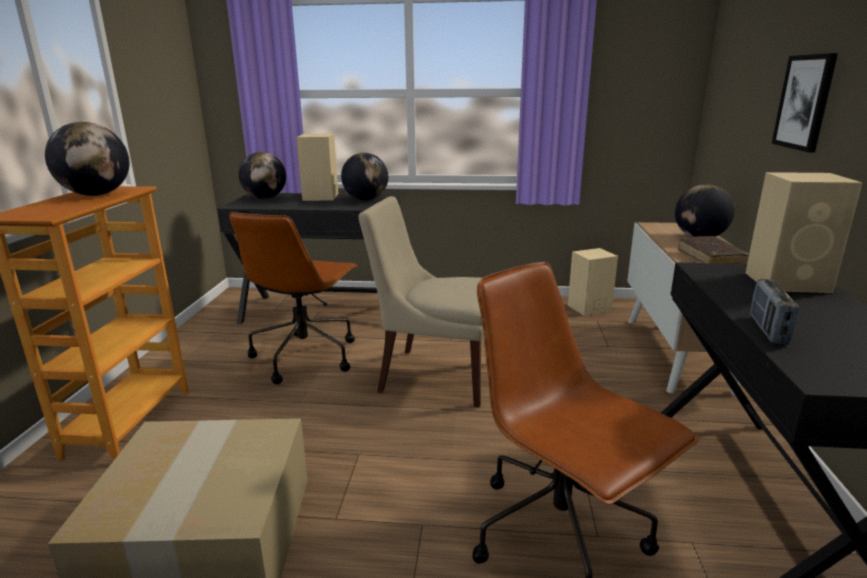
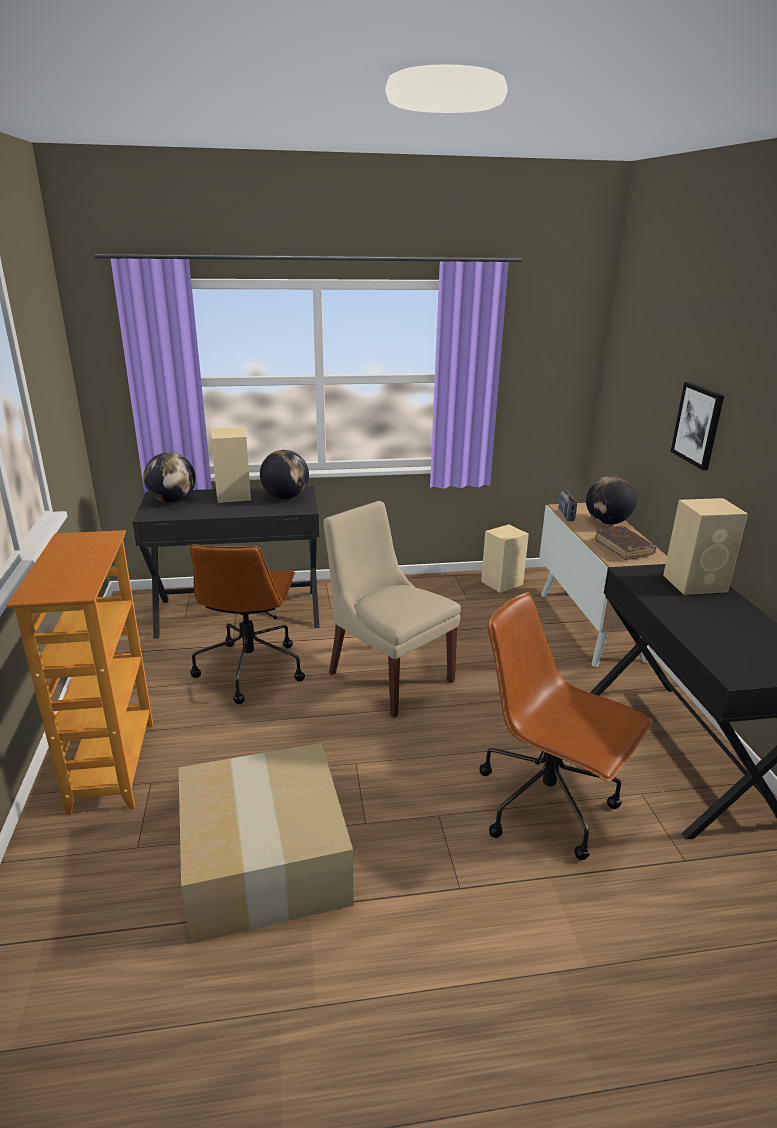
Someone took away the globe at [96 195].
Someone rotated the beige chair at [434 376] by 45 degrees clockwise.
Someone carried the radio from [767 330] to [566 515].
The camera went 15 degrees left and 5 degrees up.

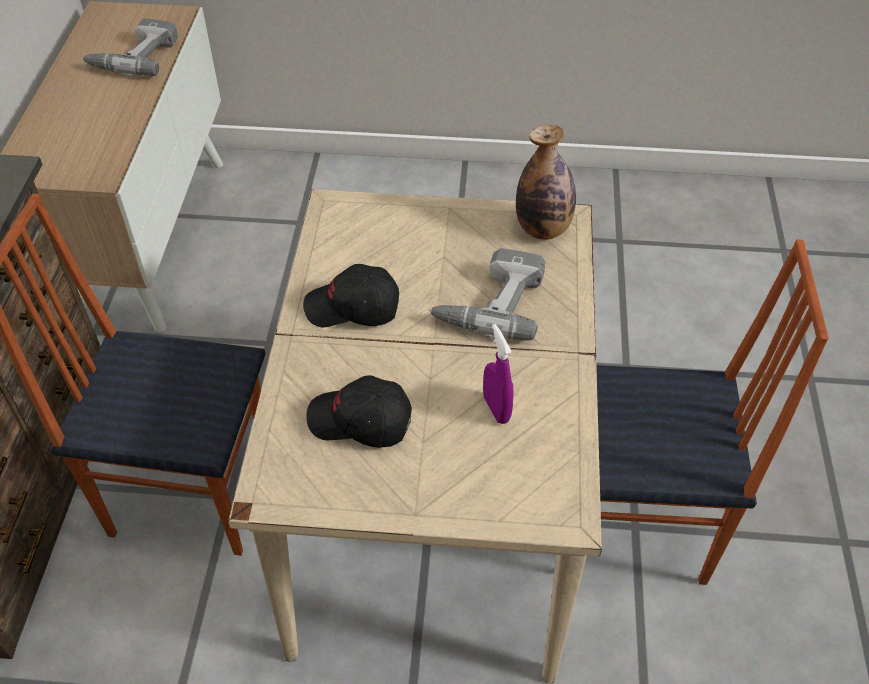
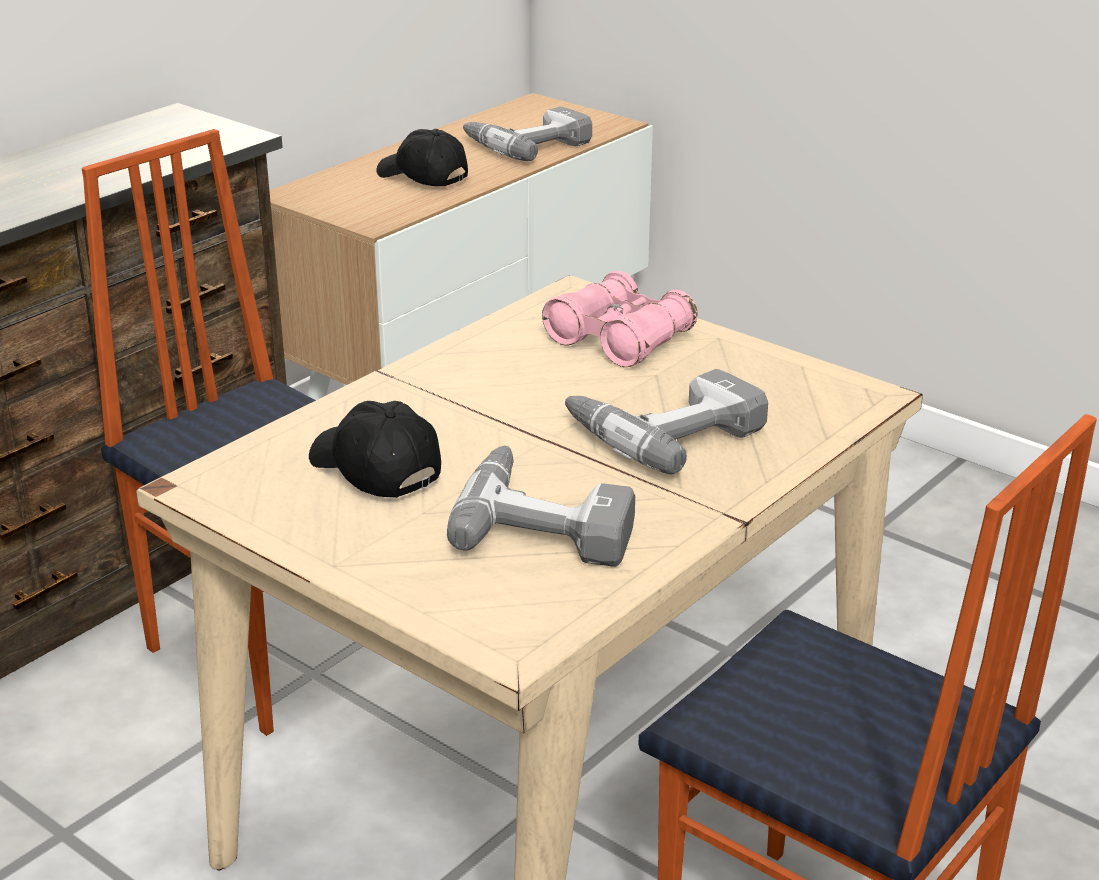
Someone took away the bottle at [543 229].
Someone carried the black cap from [353 309] to [422 177].
Someone swapped the purple spray bottle at [496 409] for the power drill at [548 520].
Someone put down the pink binoculars at [619 339].
The camera went 35 degrees right and 20 degrees down.

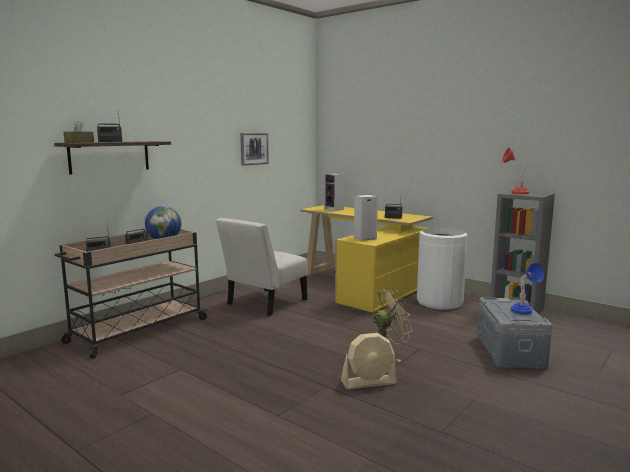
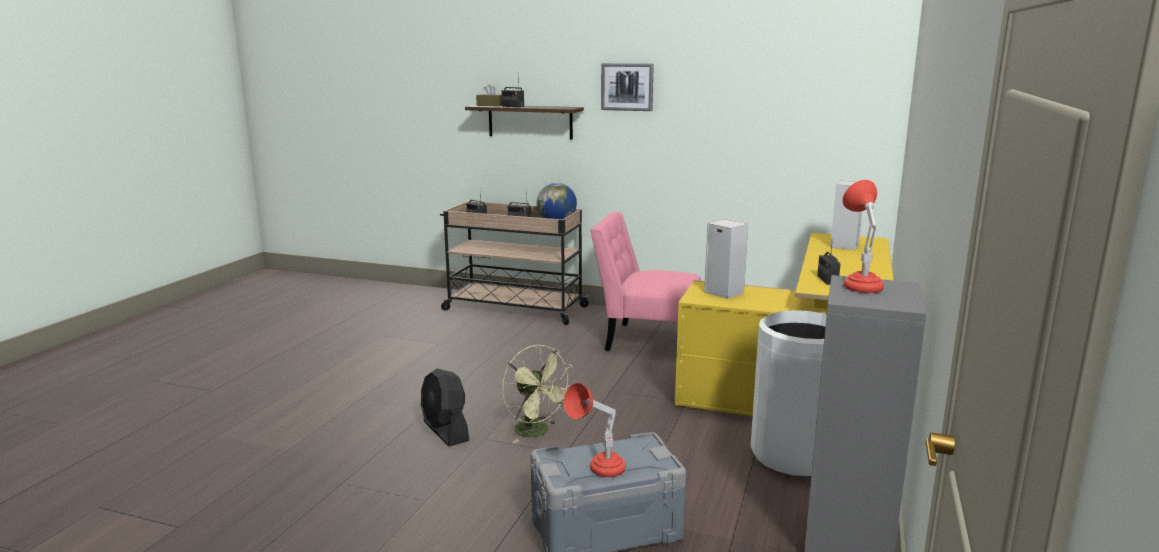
Someone carried the picture from [254 148] to [627 87].
Someone repainted the white chair at [264 303], which became the pink chair at [646 340].
Someone repainted the blue table lamp at [524 313], which became the red table lamp at [598 471].
Someone repainted the beige fan at [369 382], which became the black fan at [445 431].
The camera went 70 degrees right and 5 degrees up.

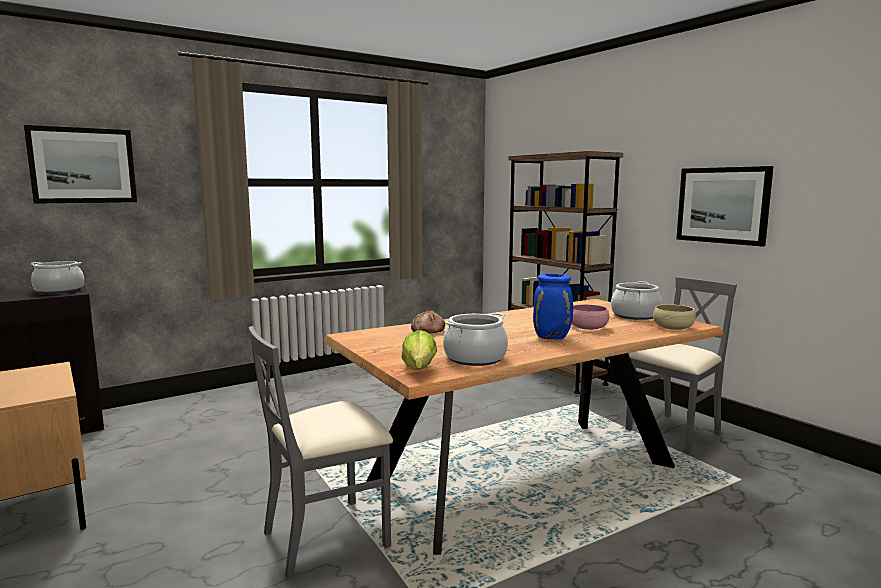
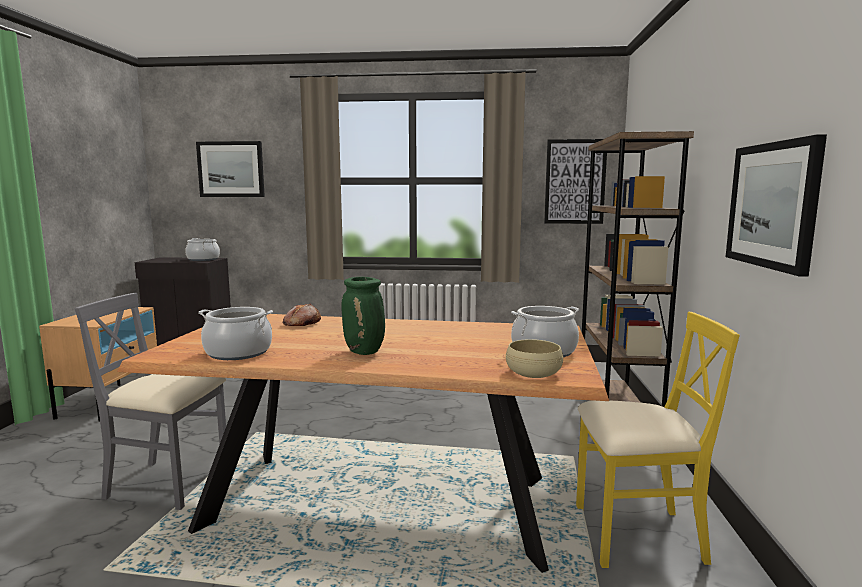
Someone repainted the blue vase at [552 337], which became the green vase at [365 352].
Someone repainted the grey chair at [674 432], which became the yellow chair at [636 535].
Someone took away the pink bowl at [588 327].
Someone took away the lettuce at [418 372].
Someone put up the picture at [575 182].
The camera went 40 degrees right and 0 degrees up.

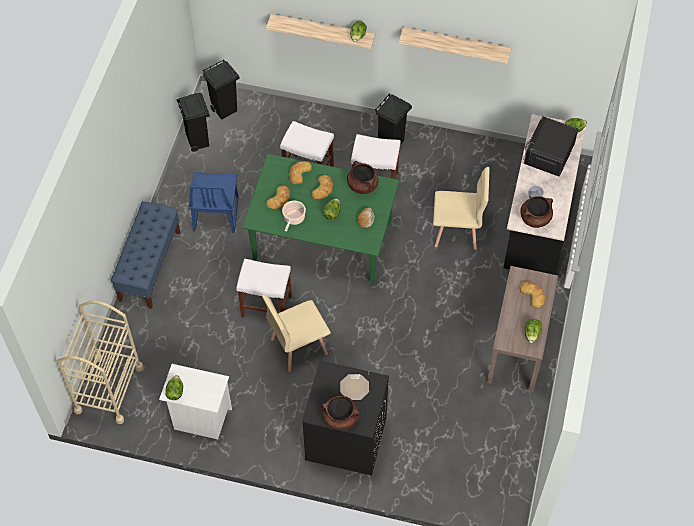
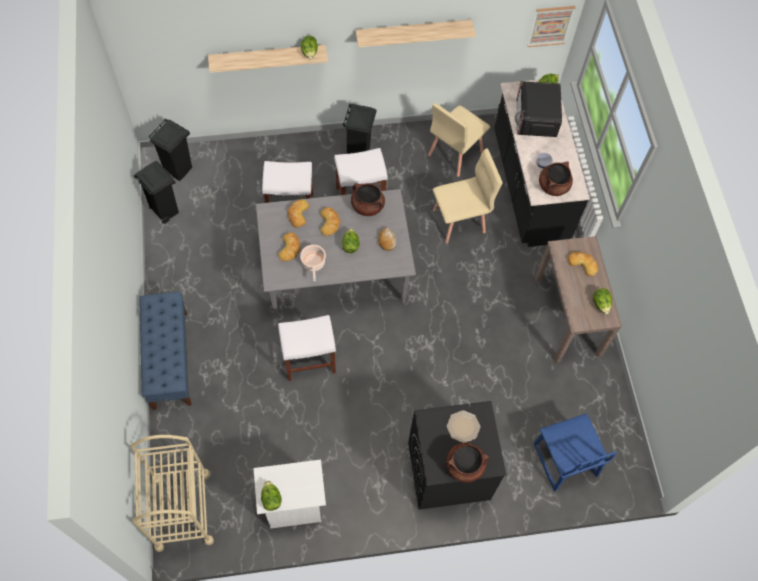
Someone repainted the green dining table at [323 240], which became the grey dining table at [336 273].
Someone carried the blue chair from [215 214] to [564 460].
Someone carried the beige chair from [298 346] to [455 153].
Someone put up the picture at [550 26].
The camera went 25 degrees left and 5 degrees up.

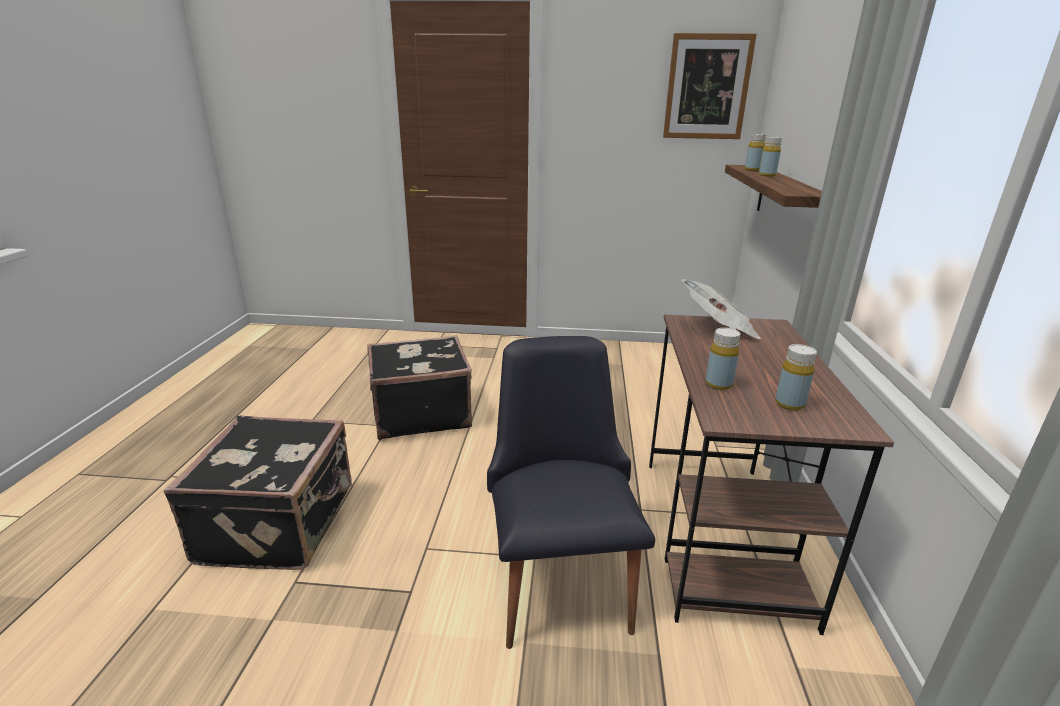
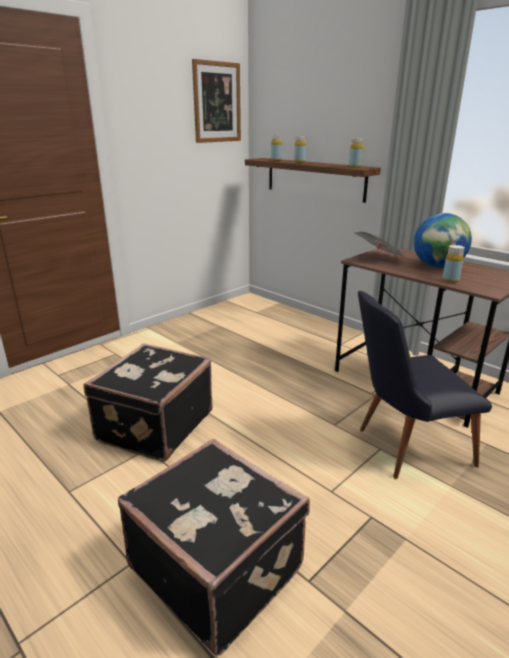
Someone rotated the black chair at [559 574] by 45 degrees counterclockwise.
Someone carried the yellow bottle from [789 404] to [355 167].
Someone put down the globe at [437 267].
The camera went 50 degrees left and 0 degrees up.

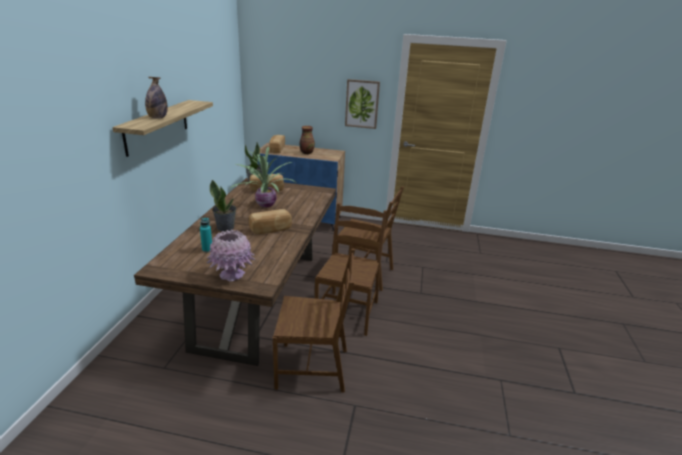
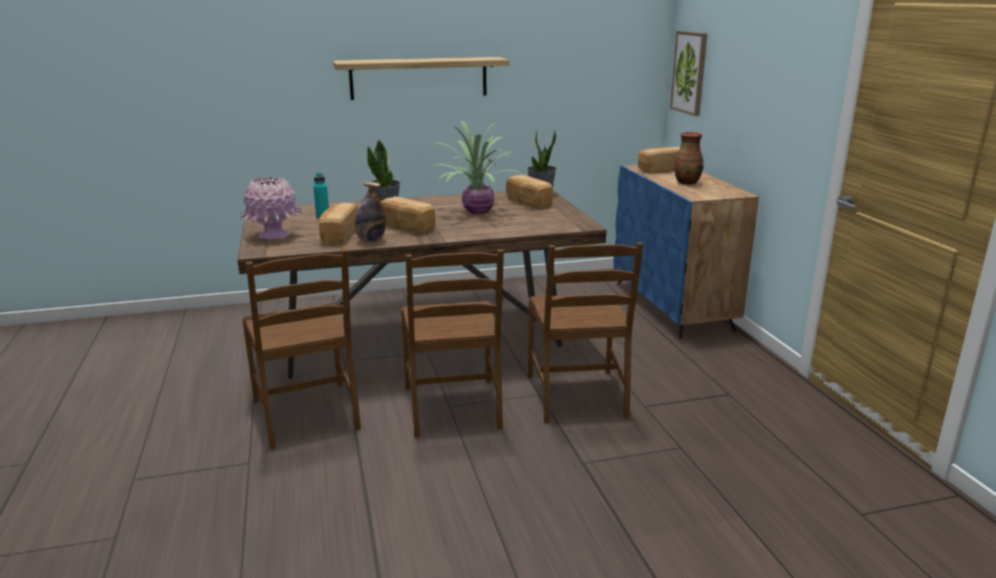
Someone carried the bottle from [157 118] to [371 240].
Someone carried the picture from [362 104] to [689 72].
Someone rotated the brown chair at [348 312] by 90 degrees clockwise.
Someone put down the bread at [338 236].
The camera went 65 degrees right and 5 degrees down.

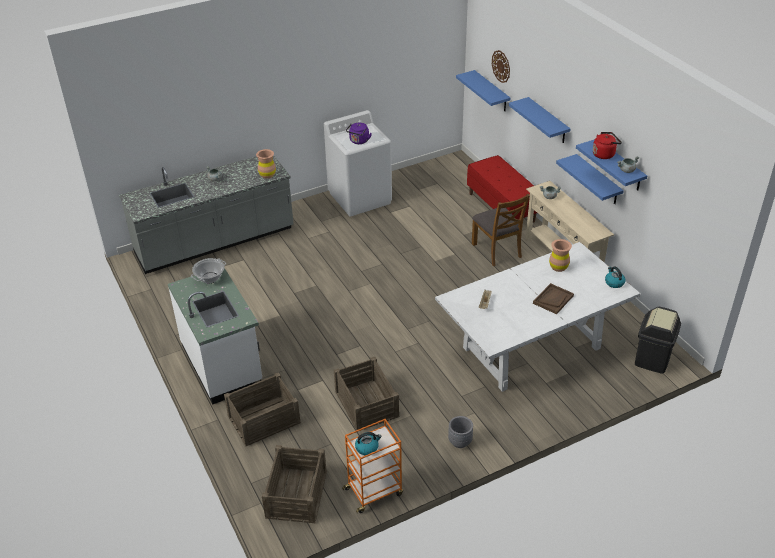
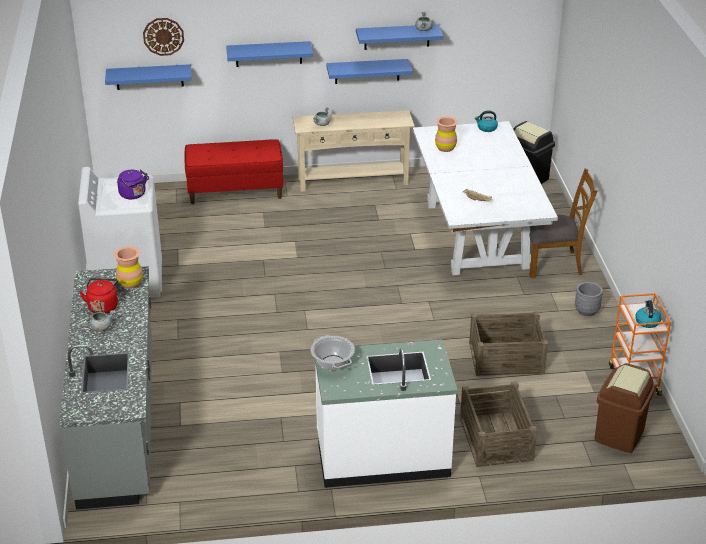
Someone carried the red kettle from [604 154] to [103 306].
Someone carried the brown chair from [497 250] to [553 264].
Someone took away the brown tray at [553 299].
Someone swapped the crate at [296 494] for the brown trash can at [619 435].
The camera went 70 degrees left and 5 degrees down.

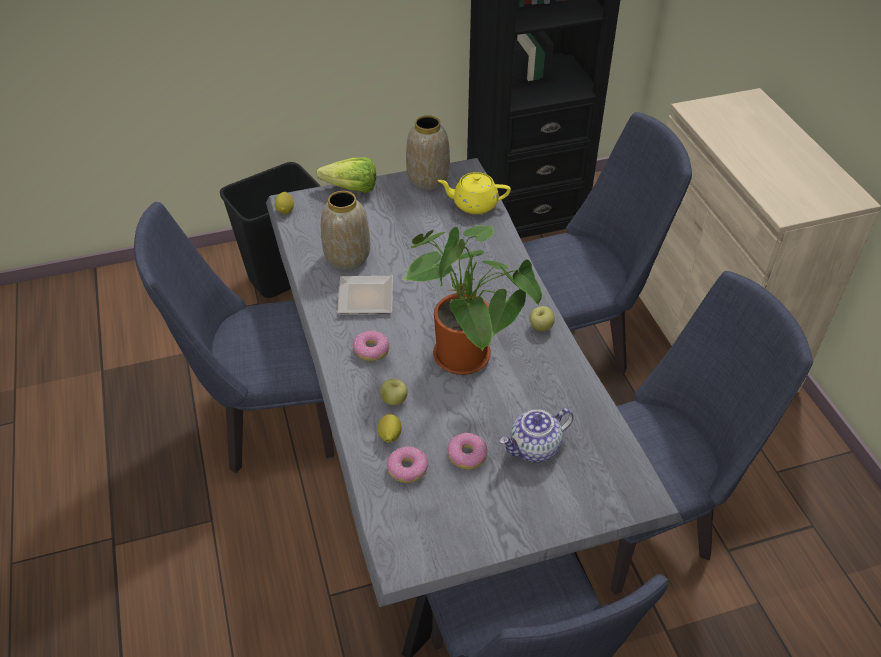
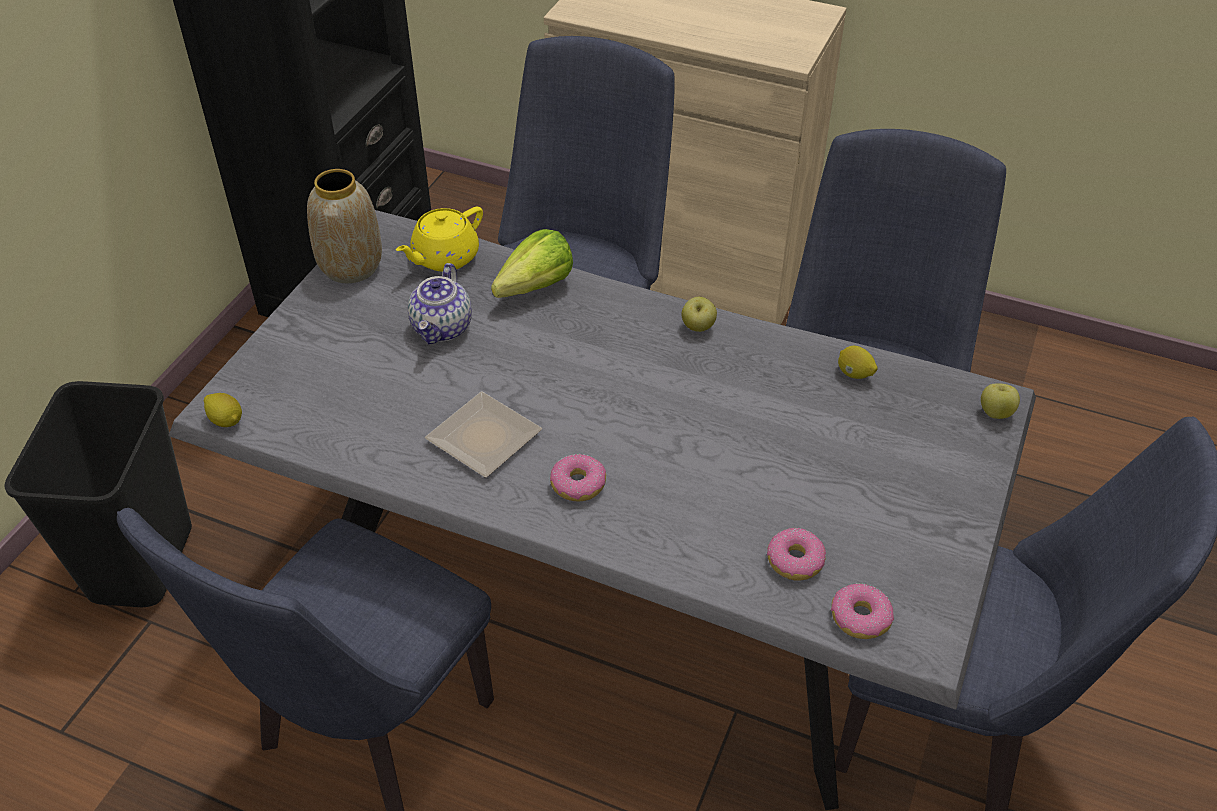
Someone carried the lettuce from [347 188] to [528 290].
Someone took away the vase at [348 258].
Someone took away the potted plant at [468 359].
Someone carried the apple from [394 400] to [995 413].
Someone carried the teapot from [534 448] to [443 328].
Someone carried the lemon from [389 436] to [854 374].
Someone carried the donut from [467 455] to [860 618].
The camera went 50 degrees left and 0 degrees up.

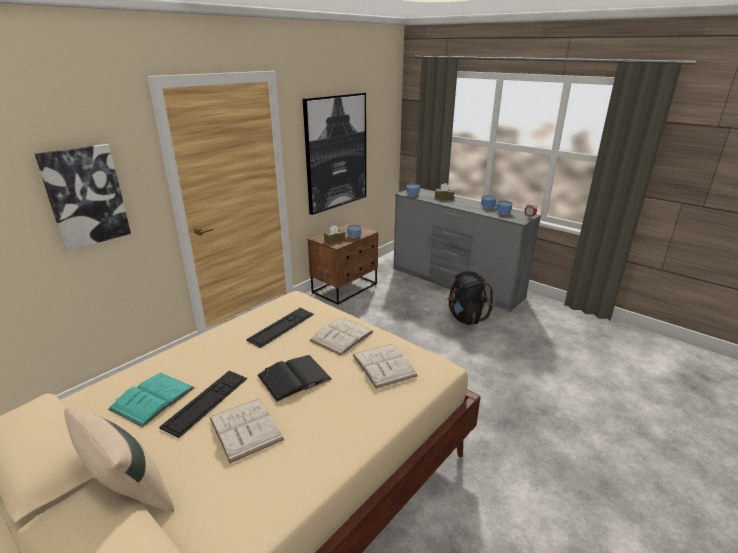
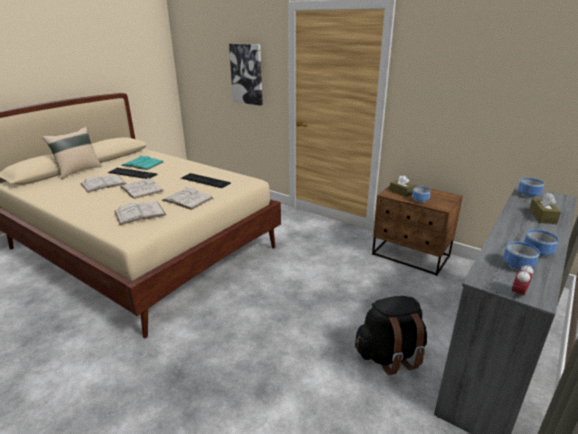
Someone took away the picture at [336 152].
Someone repainted the black book at [294 377], which became the white book at [141 189].
The camera went 85 degrees right and 0 degrees up.

